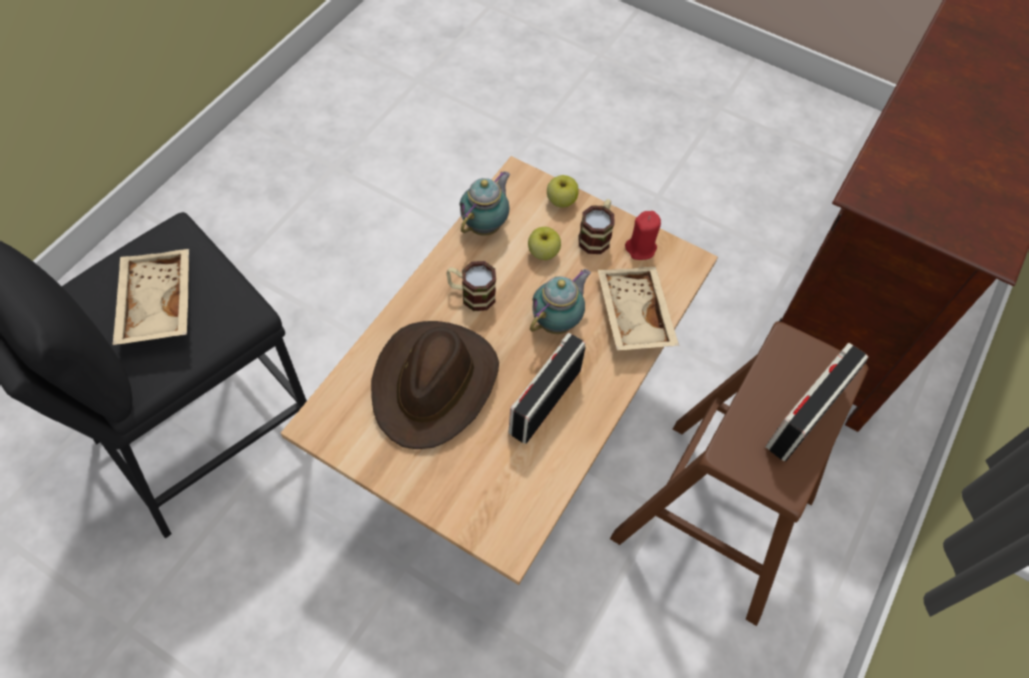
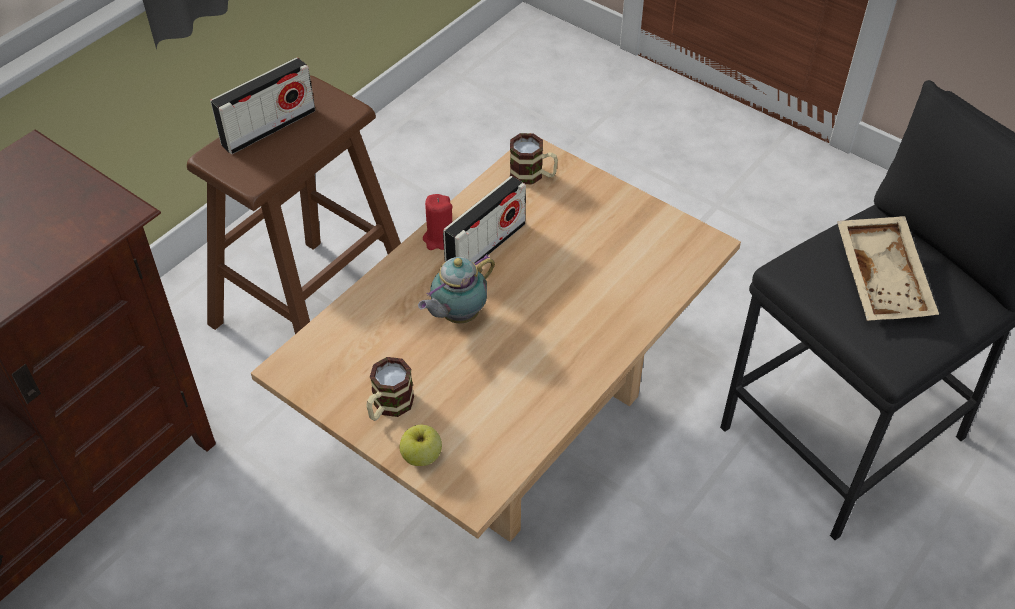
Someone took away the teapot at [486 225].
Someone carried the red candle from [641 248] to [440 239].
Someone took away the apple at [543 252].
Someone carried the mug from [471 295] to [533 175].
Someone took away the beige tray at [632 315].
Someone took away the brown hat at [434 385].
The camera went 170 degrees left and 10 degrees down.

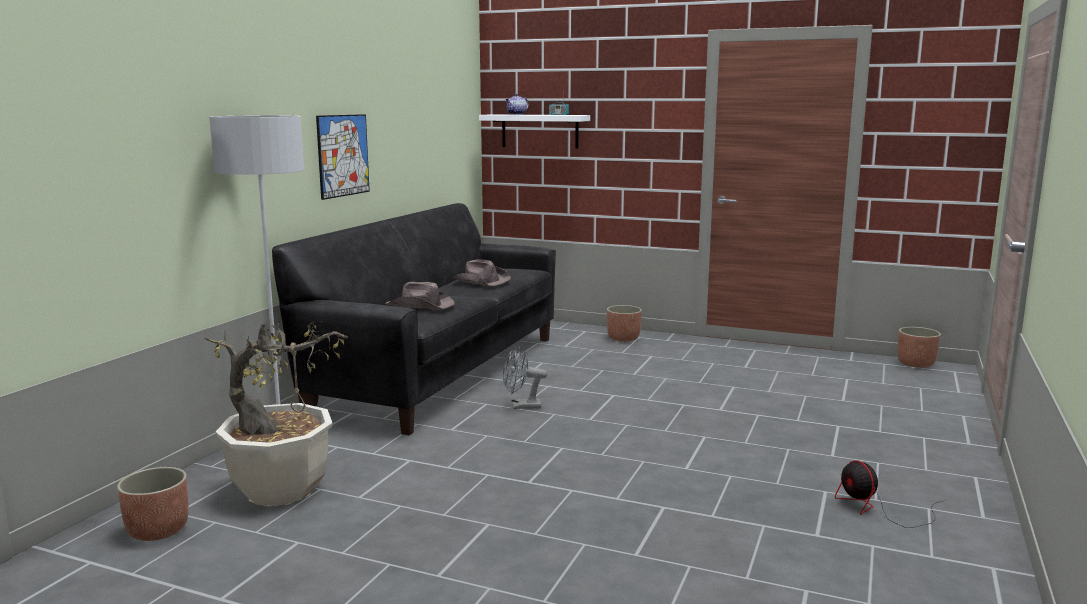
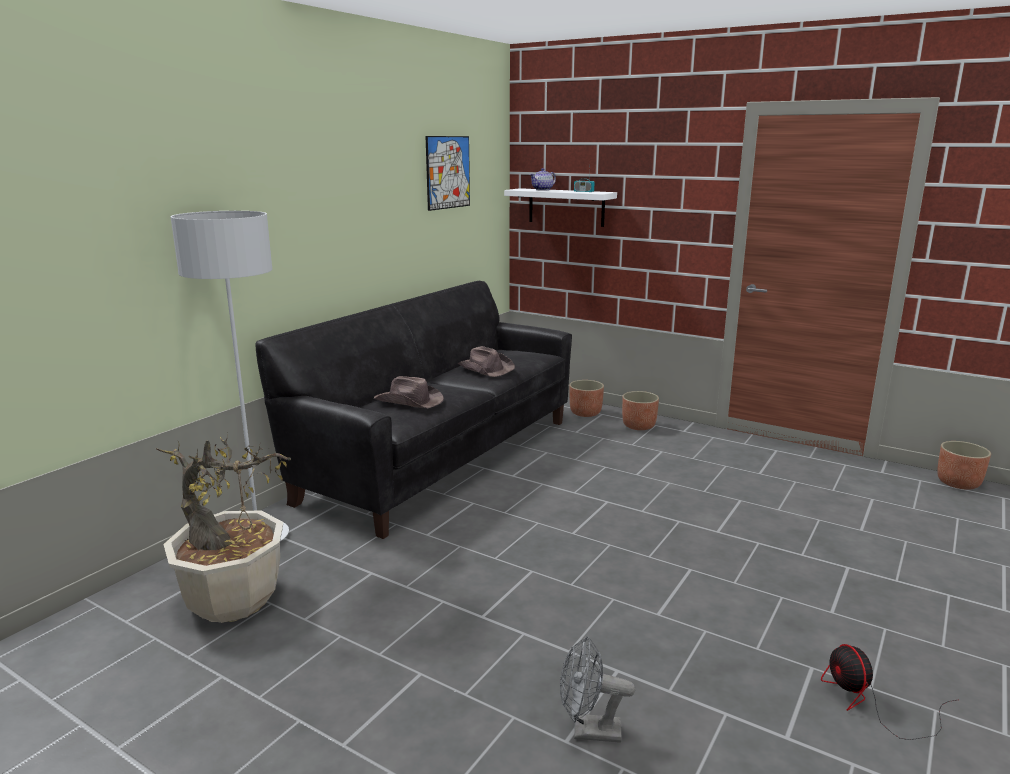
Someone carried the picture from [343 155] to [448 172].
Someone carried the grey fan from [521 406] to [588 731].
Someone carried the planter from [158 531] to [585 413].
The camera went 10 degrees right and 5 degrees up.

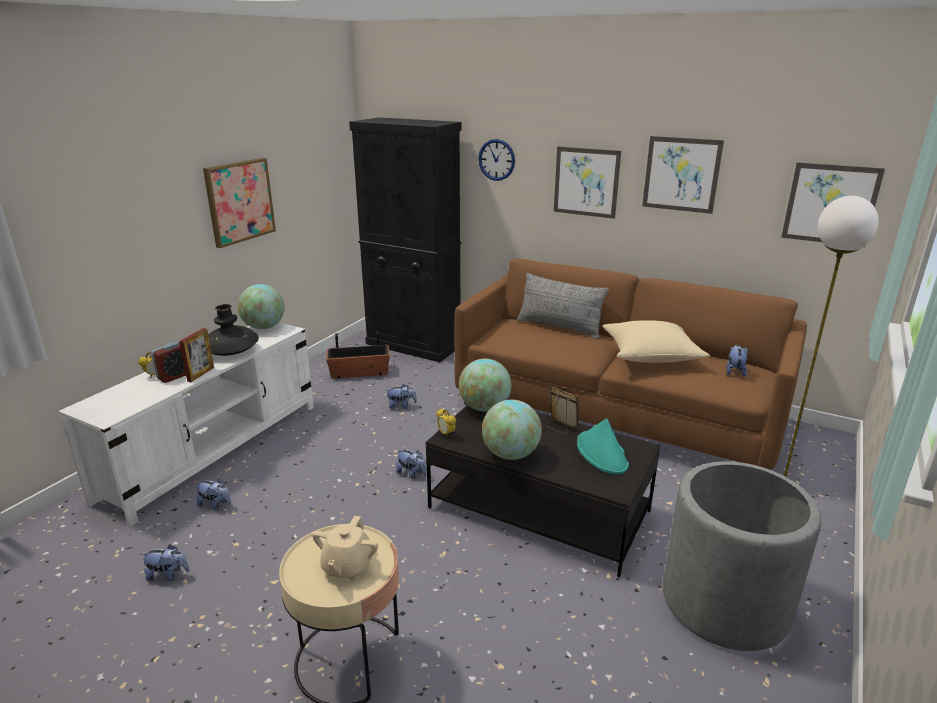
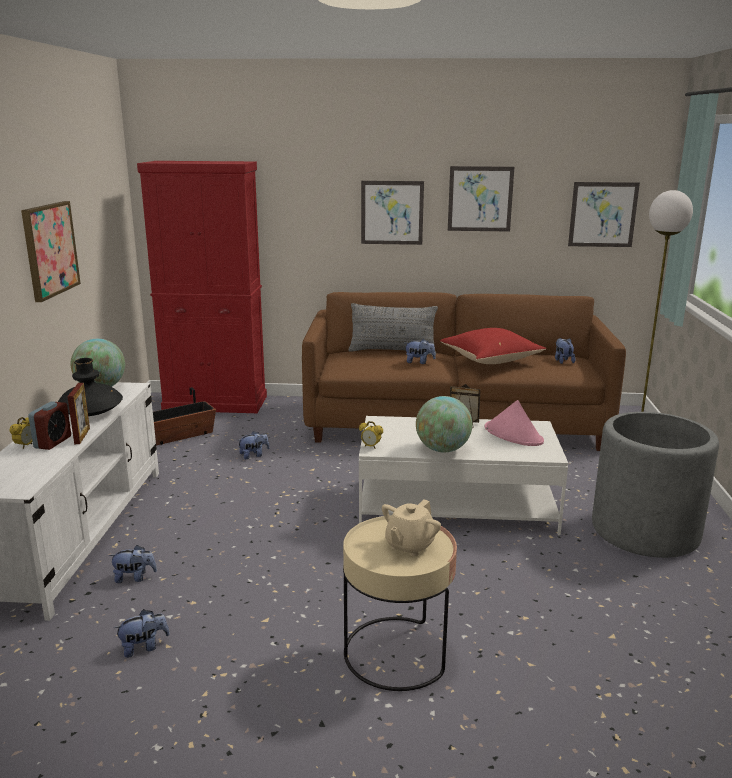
Someone repainted the black cabinet at [414 345], which became the red cabinet at [215 403].
Someone took away the wall clock at [496 160].
Someone repainted the beige pillow at [651 356], which became the red pillow at [491 360].
Someone took away the globe at [484 407].
Someone repainted the black coffee table at [539 509], which became the white coffee table at [456 506].
Someone repainted the turquoise hat at [602 453], which became the pink hat at [513 435].
Someone carried the plush toy from [412 474] to [419 362].
Someone rotated the beige teapot at [347 567] by 45 degrees clockwise.
The camera went 25 degrees left and 5 degrees down.

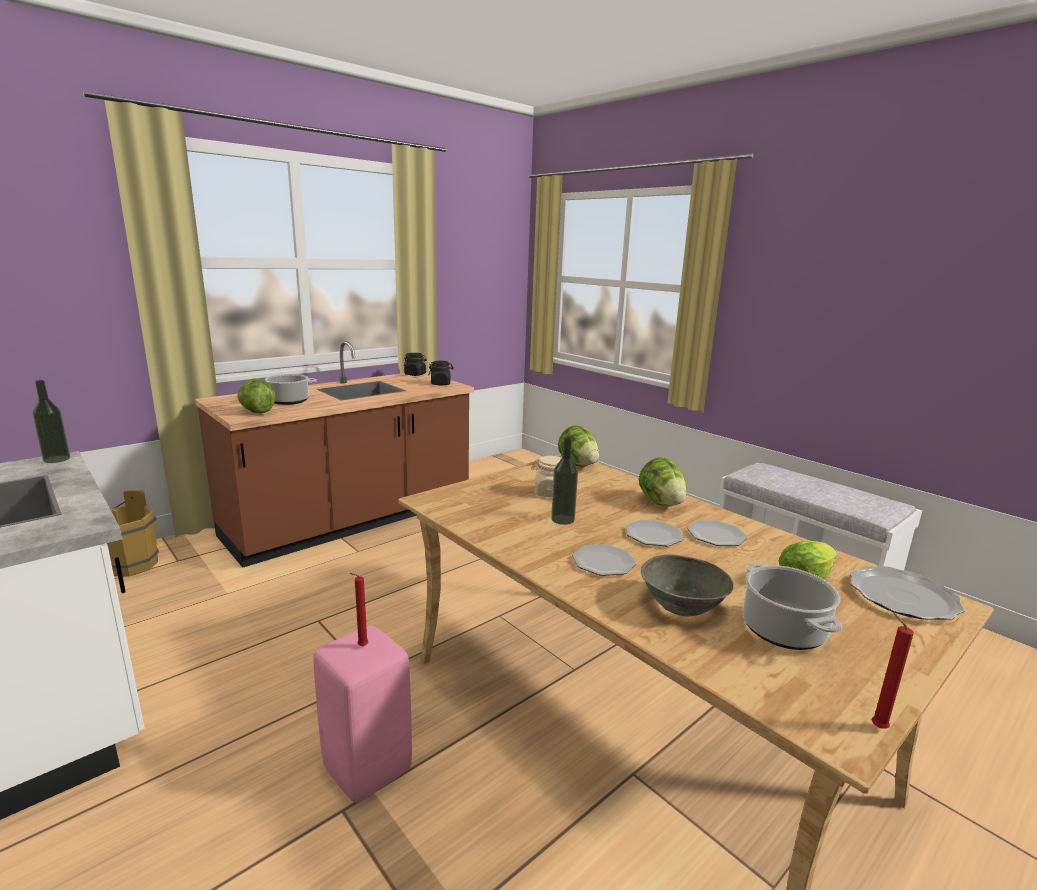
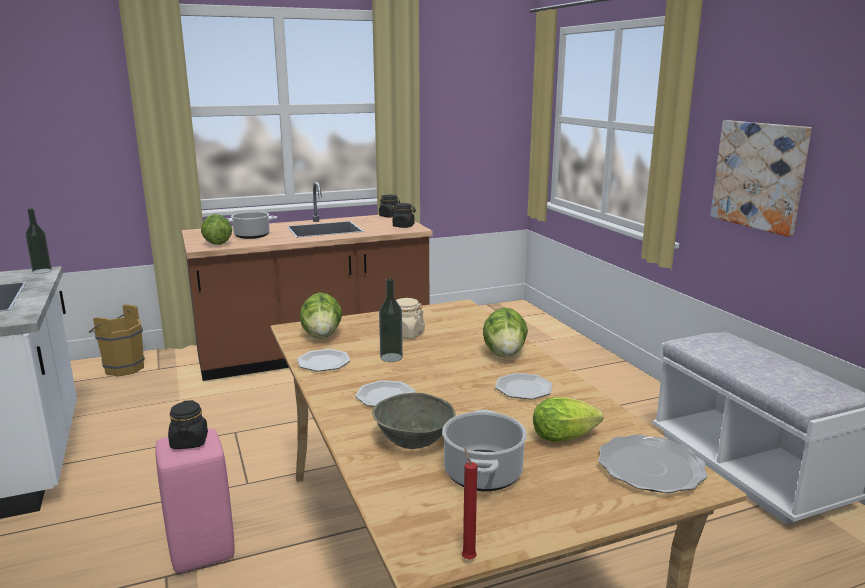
Someone carried the lettuce from [578 464] to [322 335].
Someone carried the plate from [654 535] to [324 362].
Someone swapped the red candle at [361 646] for the black jar at [189 442].
Someone put up the picture at [759 175].
The camera went 20 degrees right and 0 degrees up.

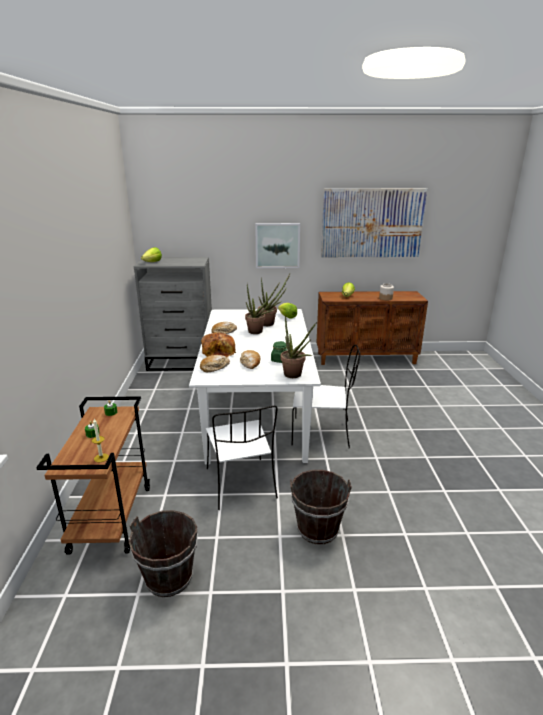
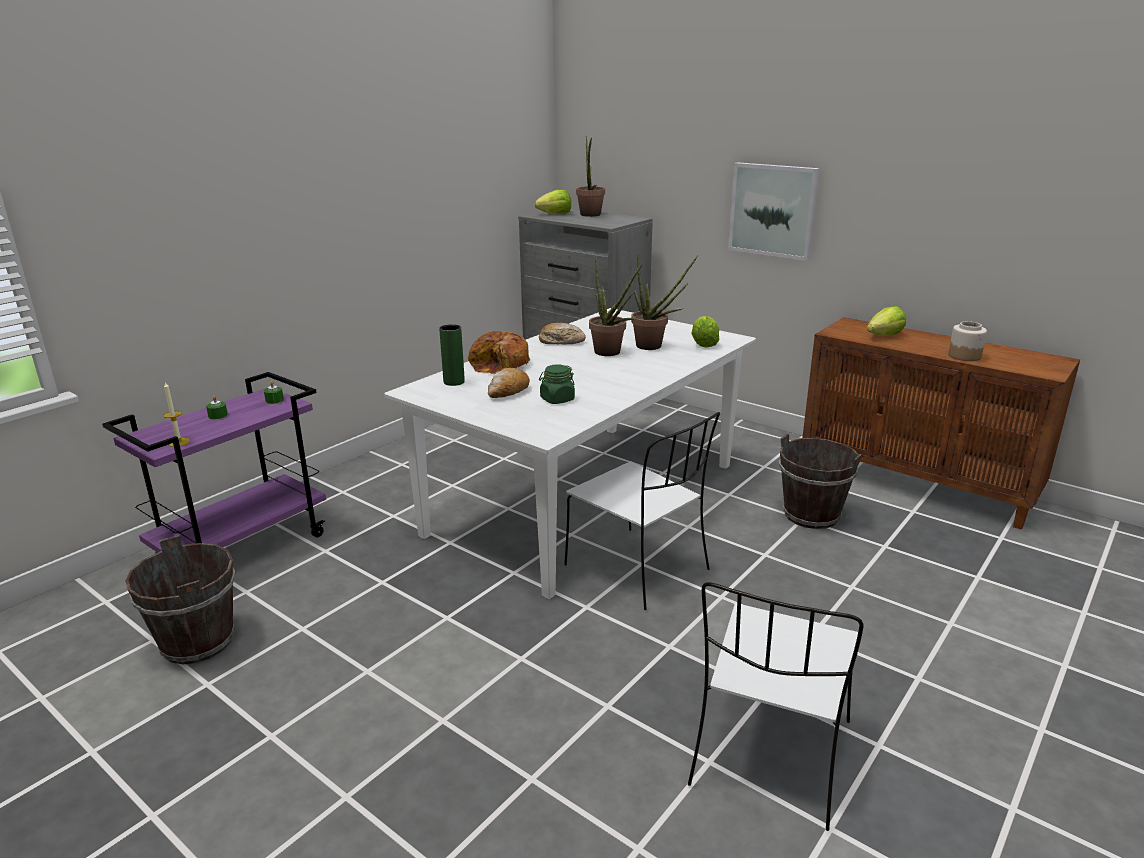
Someone took away the picture at [372 223].
Someone carried the potted plant from [295 376] to [590 215].
Someone swapped the bread at [214 367] for the green vase at [454 382].
Someone repainted the brown cart at [111 518], which became the purple cart at [244 548].
Someone carried the white chair from [241 484] to [770 756].
Someone carried the brown bucket from [318 529] to [811 515].
The camera went 40 degrees right and 0 degrees up.

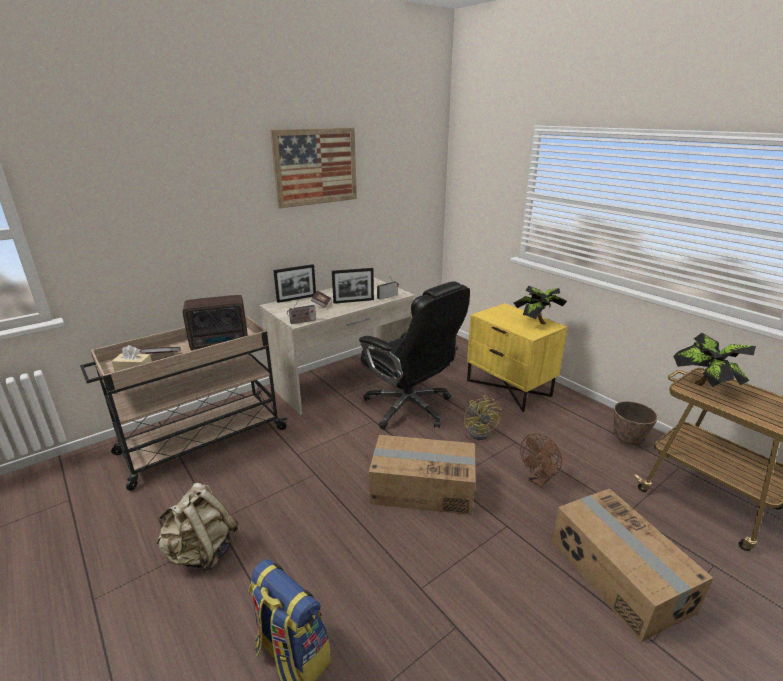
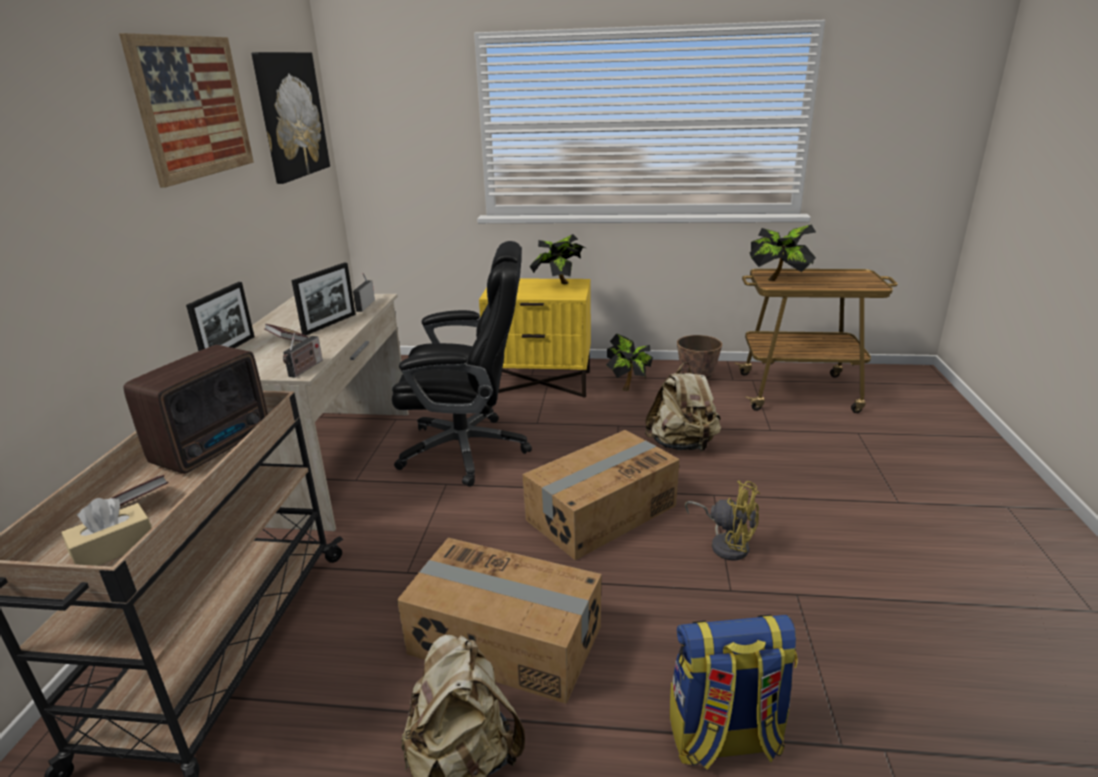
Someone carried the yellow fan from [481 431] to [726 543].
Someone swapped the brown fan at [539 480] for the beige backpack at [682 445].
Someone carried the cardboard box from [618 575] to [504 641].
Someone put up the picture at [290 115].
Someone put down the potted plant at [628 386].
The camera went 45 degrees left and 0 degrees up.

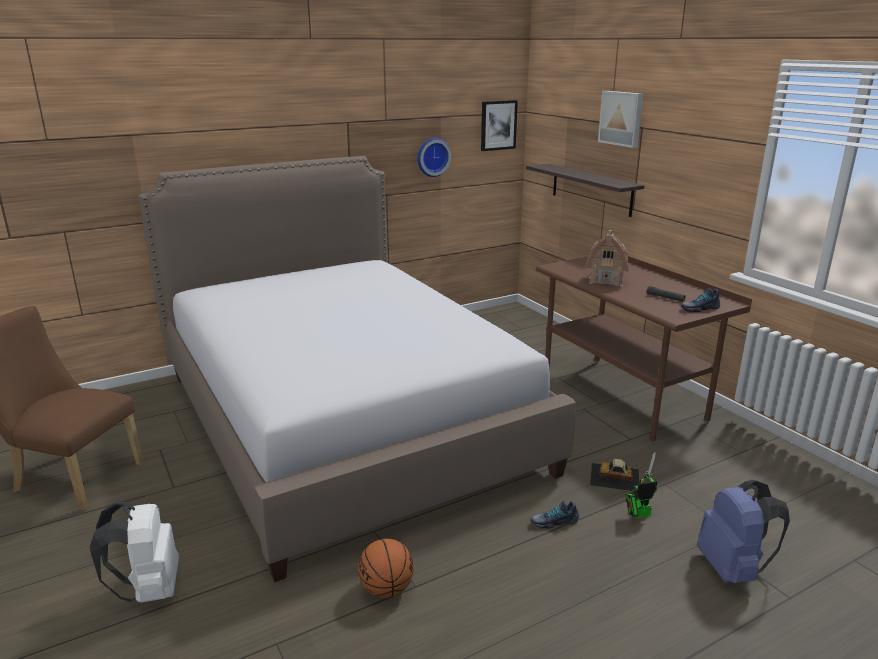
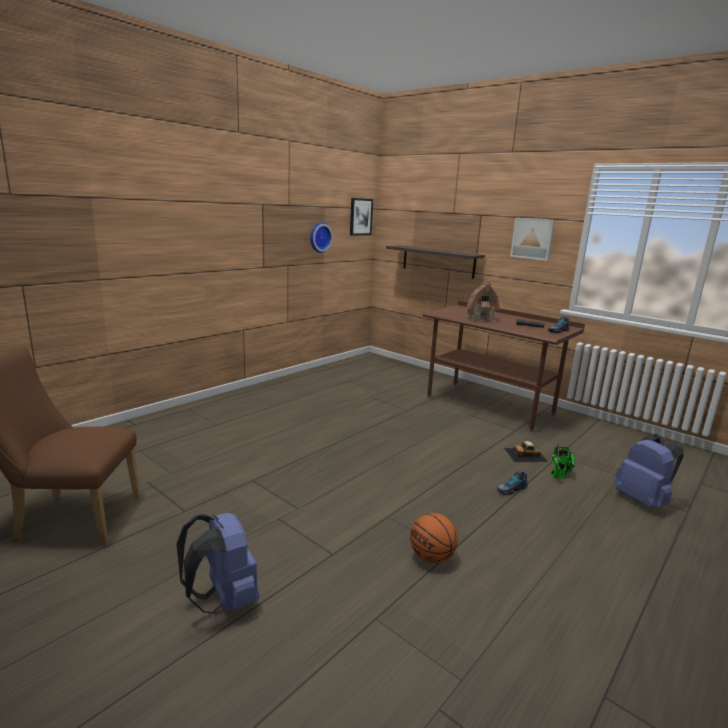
Someone carried the picture from [622 118] to [533 238].
Someone took away the bed at [344 420].
Someone rotated the toy robot at [638 515] by 150 degrees counterclockwise.
Someone repainted the white backpack at [149 589], which became the blue backpack at [223 600].
The camera went 20 degrees left and 5 degrees down.

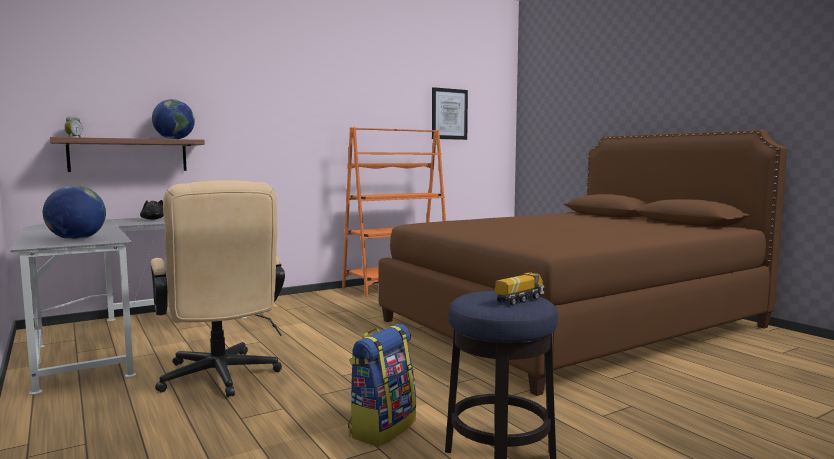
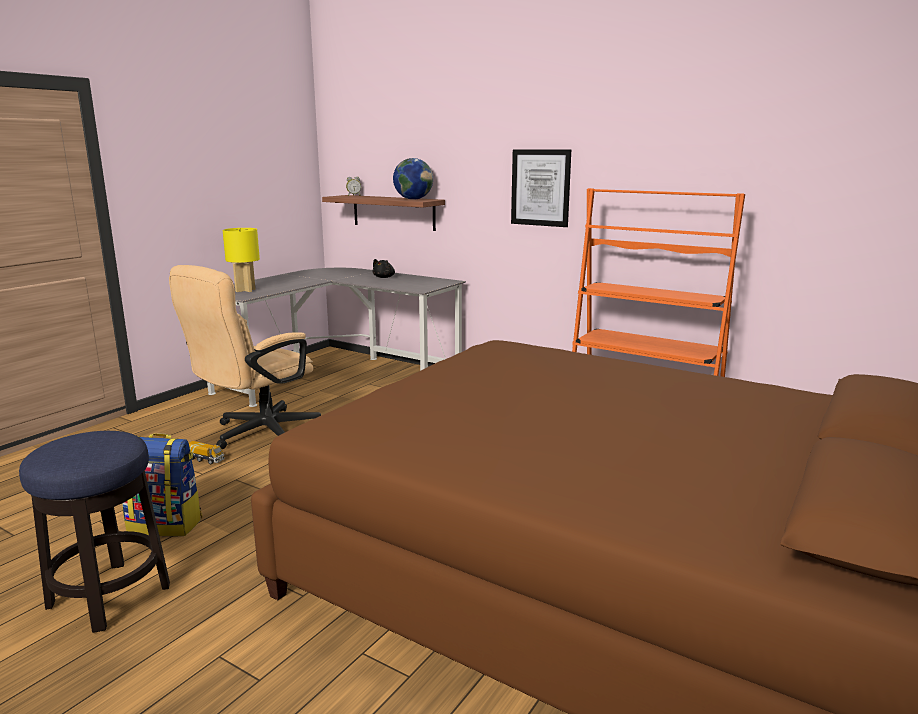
Someone carried the picture from [449 114] to [540 187].
Someone swapped the globe at [76 239] for the yellow table lamp at [245 290].
Someone carried the toy truck from [519 300] to [206 460].
The camera went 65 degrees right and 10 degrees up.

